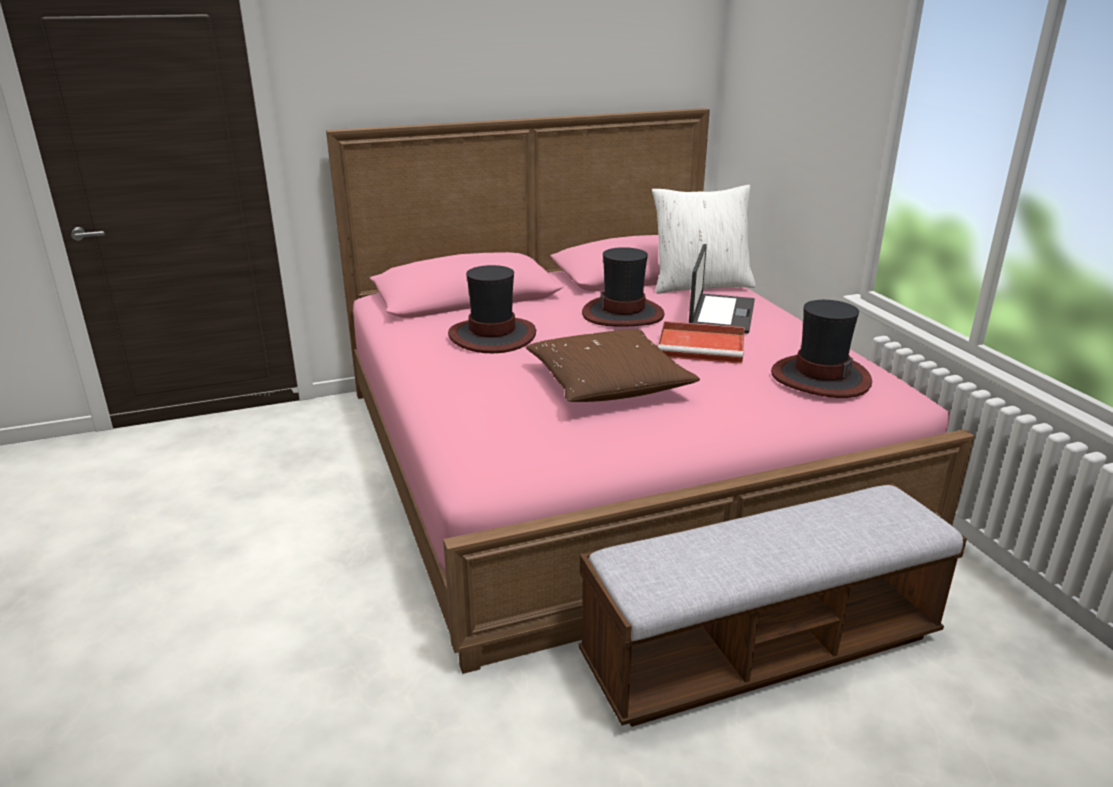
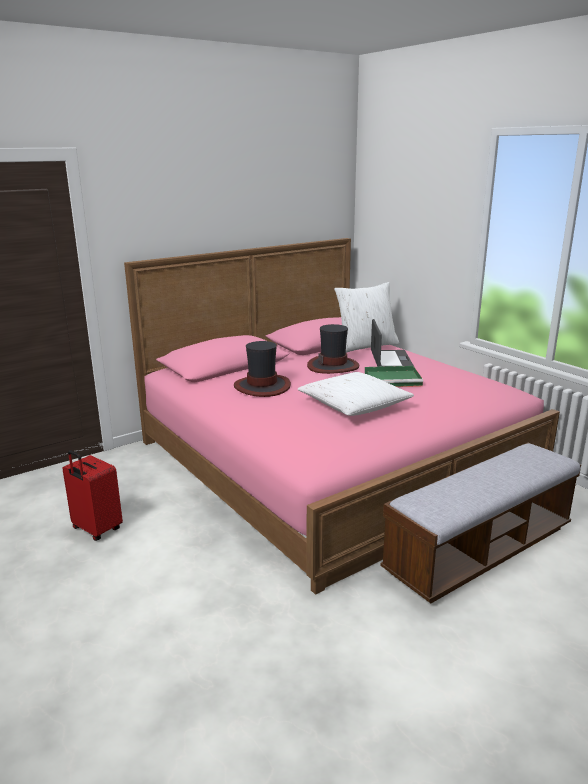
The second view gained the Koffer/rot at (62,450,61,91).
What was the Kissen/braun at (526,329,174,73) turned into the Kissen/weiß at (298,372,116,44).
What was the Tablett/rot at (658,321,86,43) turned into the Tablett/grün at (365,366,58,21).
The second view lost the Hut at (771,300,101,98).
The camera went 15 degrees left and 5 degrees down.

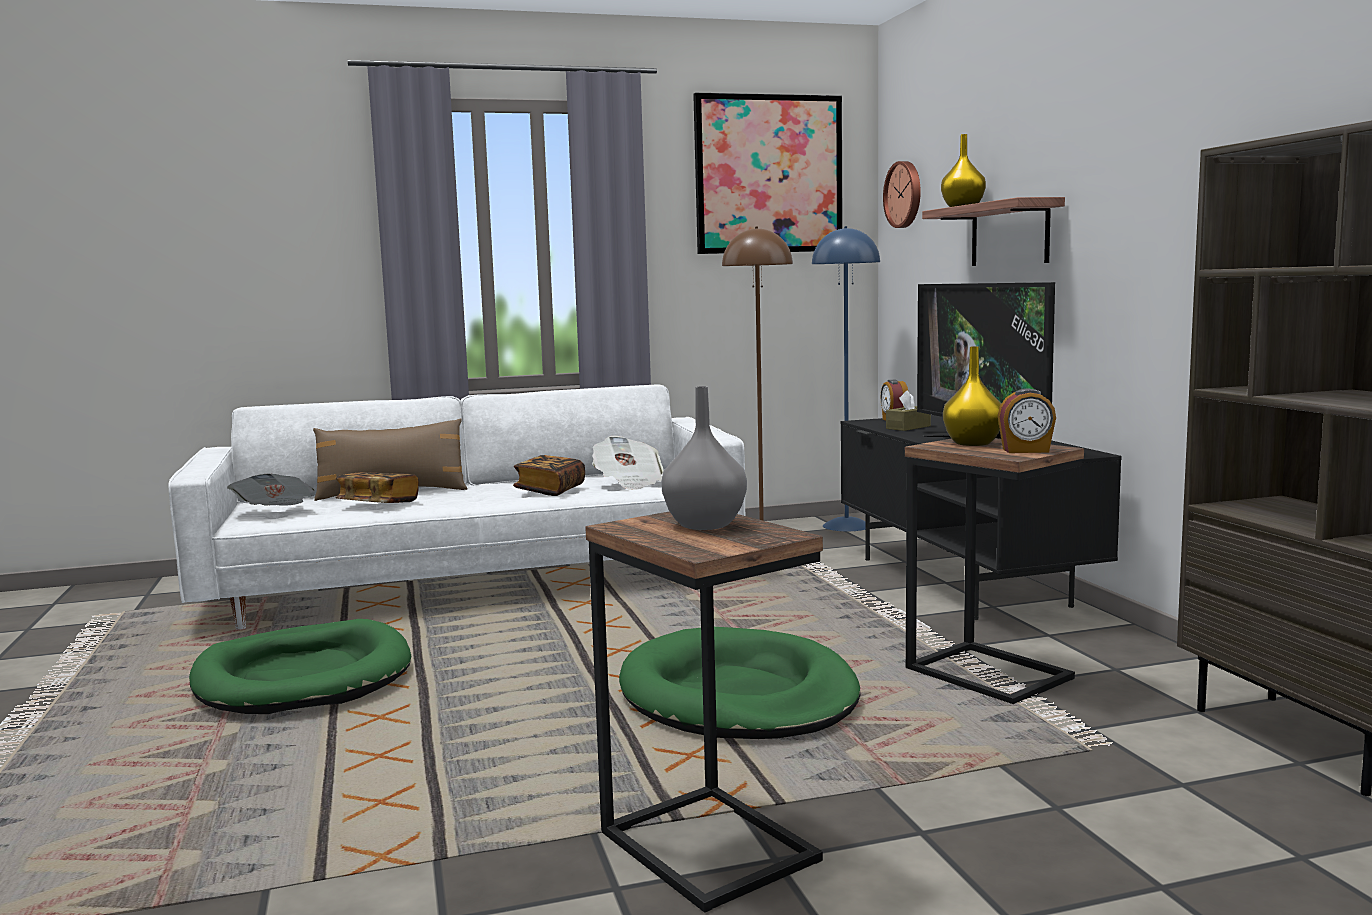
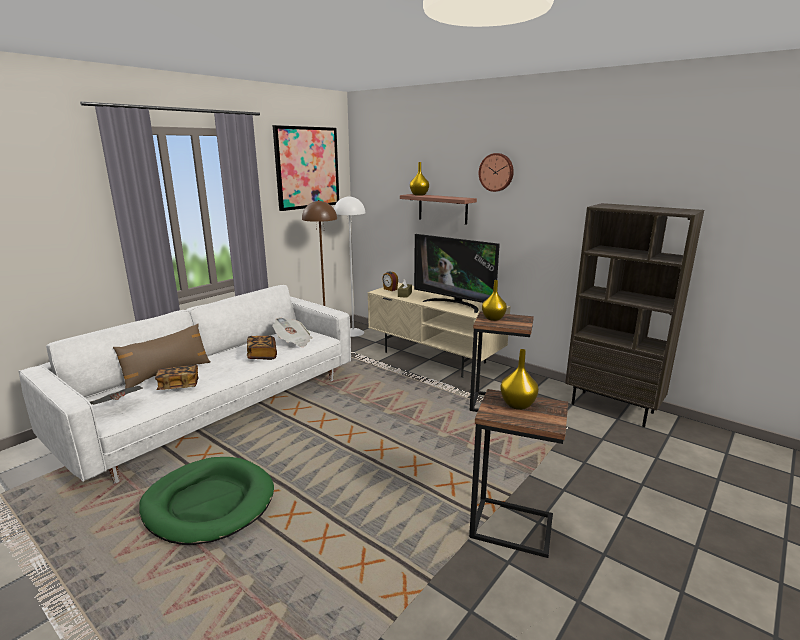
What was the Stehlampe/blau at (812,226,68,305) turned into the Stehlampe/weiß at (334,196,31,141).
What was the Fernsehschrank/schwarz at (841,415,281,205) turned into the Fernsehschrank/beige at (368,283,143,95).
The Wanduhr ended up elsewhere, having gone from (883,161,38,67) to (479,153,35,39).
What was the Vase/grau at (661,386,86,144) turned into the Vase/gelb at (500,349,39,61).
The second view lost the Hundebett/grün at (619,627,241,112).
The second view lost the Wecker at (998,388,58,65).
The camera went 35 degrees left and 10 degrees up.

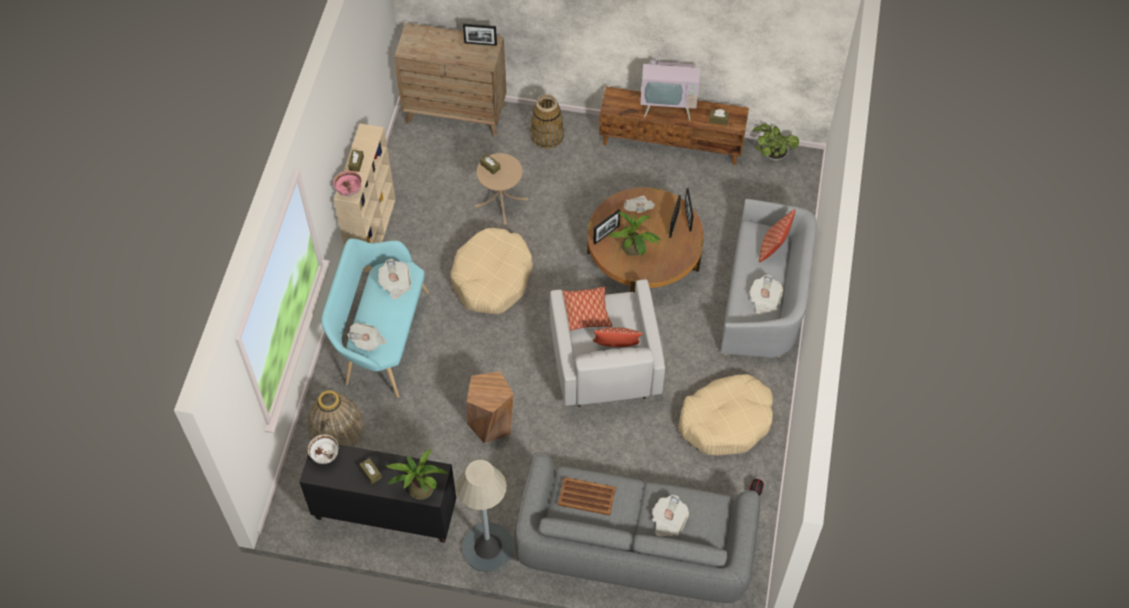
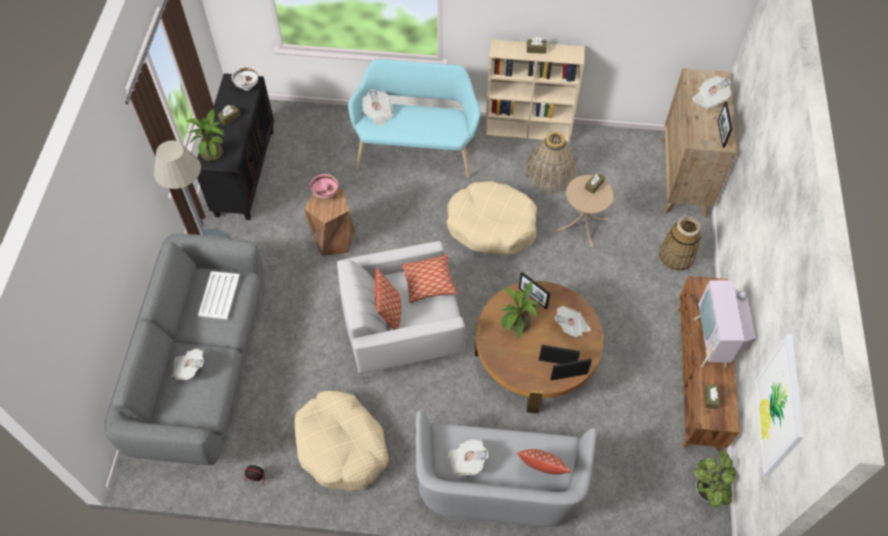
What was the Tablett/braun at (558,477,58,39) turned into the Tablett/weiß at (198,271,42,49).
The Schüssel/rosa ended up elsewhere, having gone from (334,171,28,25) to (310,174,28,25).
The Korb ended up elsewhere, having gone from (308,390,57,57) to (525,132,51,62).
The Zeitung ended up elsewhere, having gone from (378,259,33,40) to (692,76,39,34).
The second view gained the Bild at (755,334,49,142).
The camera went 85 degrees right and 0 degrees up.

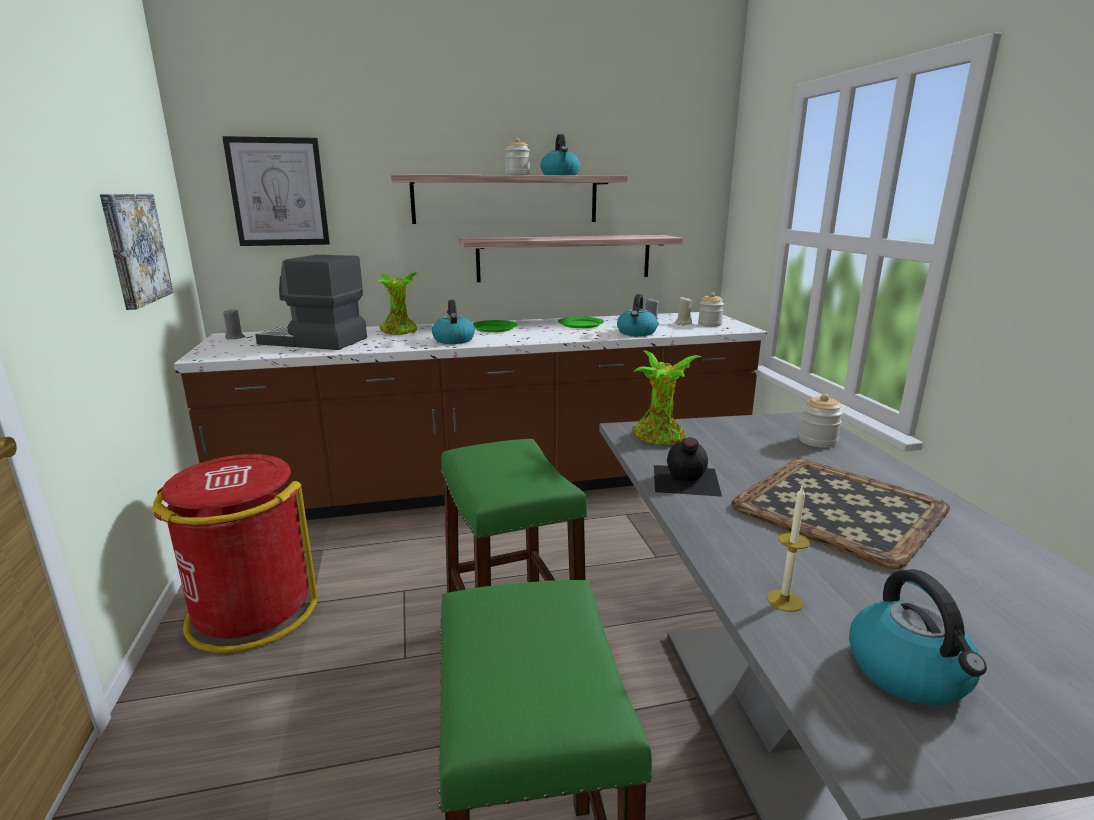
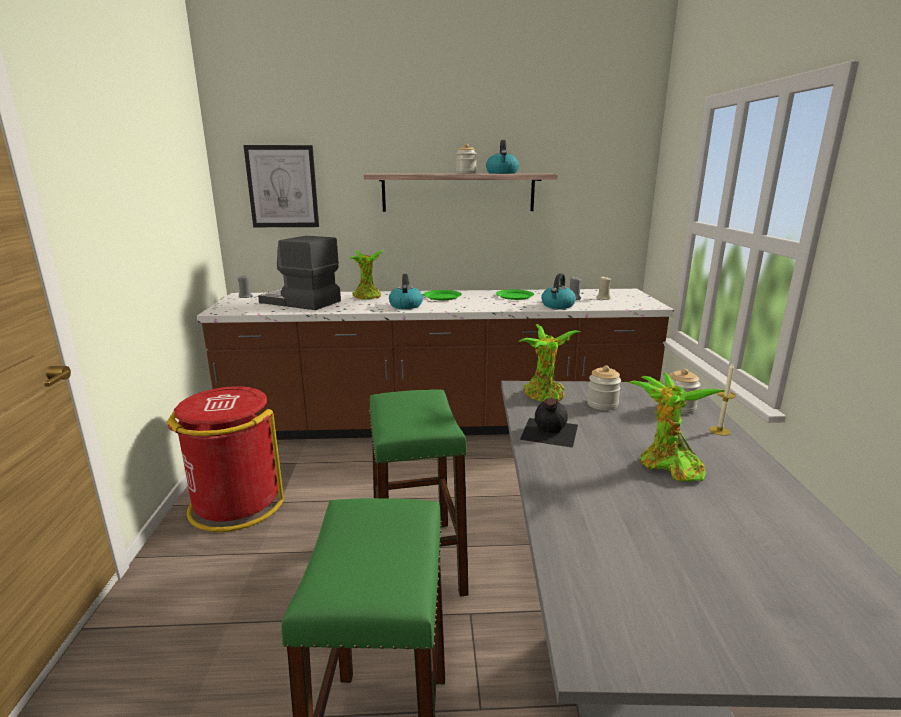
The Vorratsglas ended up elsewhere, having gone from (698,293,26,34) to (587,365,34,45).
Where the Tablett stood at (731,459,219,110), the Topfpflanze came to stand at (628,373,98,108).
The Kerze ended up elsewhere, having gone from (767,485,43,127) to (709,362,27,74).
The second view lost the Bild at (100,194,73,116).
The second view lost the Wandregal at (459,235,224,47).
The second view lost the Wasserkessel at (849,569,138,136).
The camera went 10 degrees right and 0 degrees up.

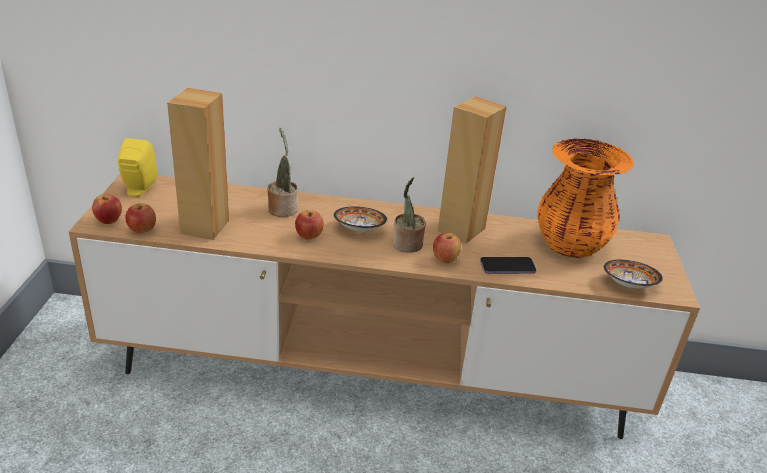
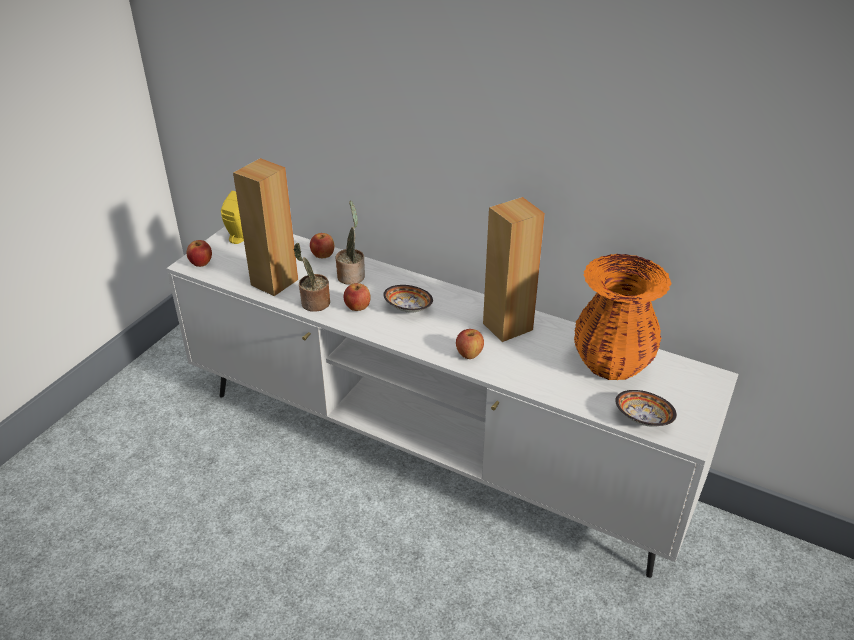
What was the Fernsehschrank/braun at (69,175,631,264) turned into the Fernsehschrank/weiß at (166,227,572,351).
The Topfpflanze ended up elsewhere, having gone from (393,177,33,76) to (294,242,36,70).
The Apfel ended up elsewhere, having gone from (125,203,31,30) to (310,233,24,25).
The second view lost the Handy at (480,257,56,17).
The camera went 25 degrees right and 5 degrees up.

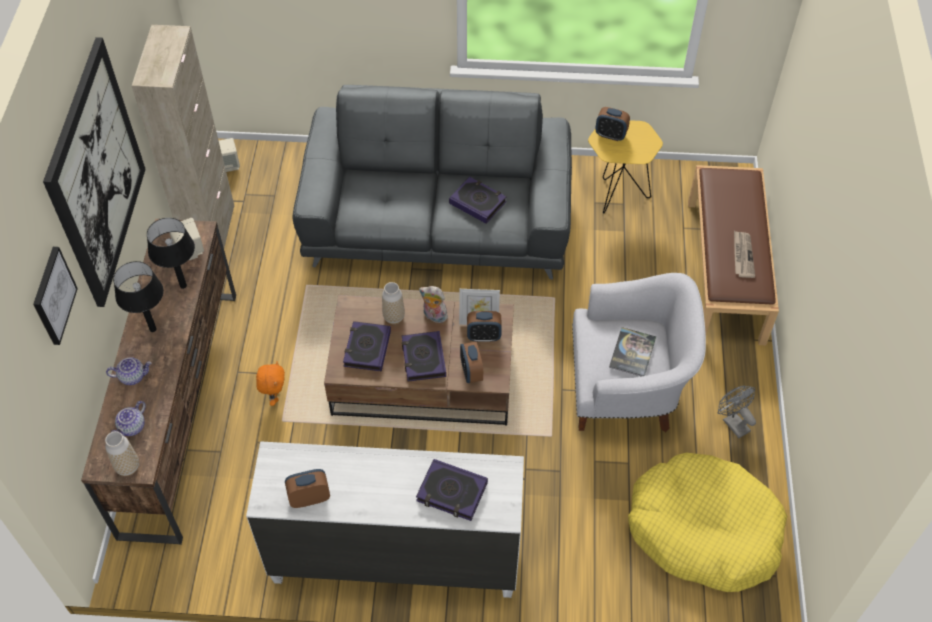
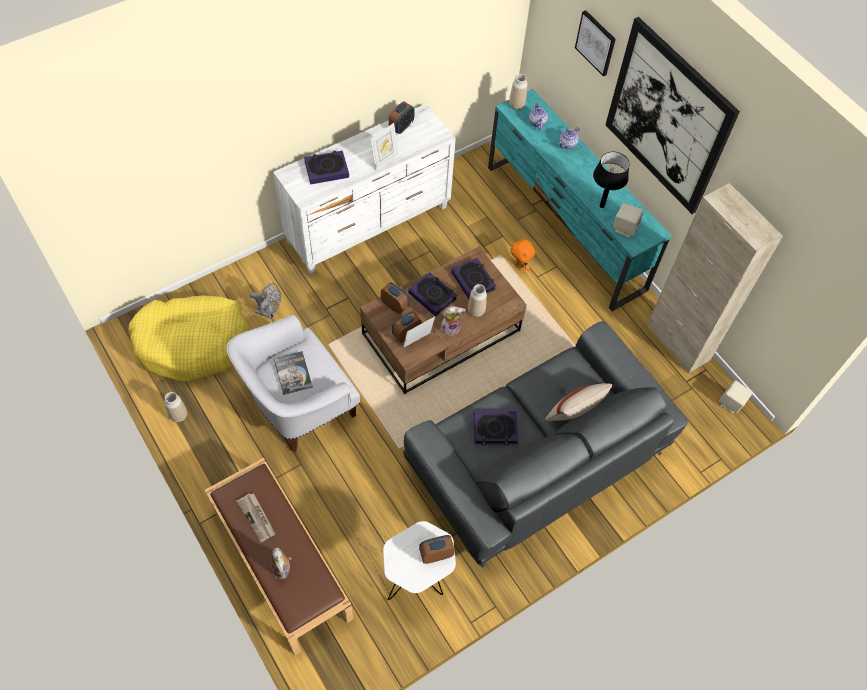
The second view gained the Vase at (164,392,23,30).
The Ventilator/grau ended up elsewhere, having gone from (718,386,38,52) to (250,283,31,36).
The second view gained the Plüschtier at (271,548,20,31).
The second view gained the Bilderrahmen at (370,123,29,47).
What was the Beistelltisch/gelb at (588,120,75,94) turned into the Beistelltisch/weiß at (383,521,73,79).
What was the Fernsehschrank/braun at (81,219,155,326) turned into the Fernsehschrank/türkis at (488,89,183,223).
The second view gained the Kissen/beige at (545,383,67,38).
The second view lost the Tischlampe/schwarz at (113,261,51,71).
The camera went 140 degrees right and 5 degrees up.

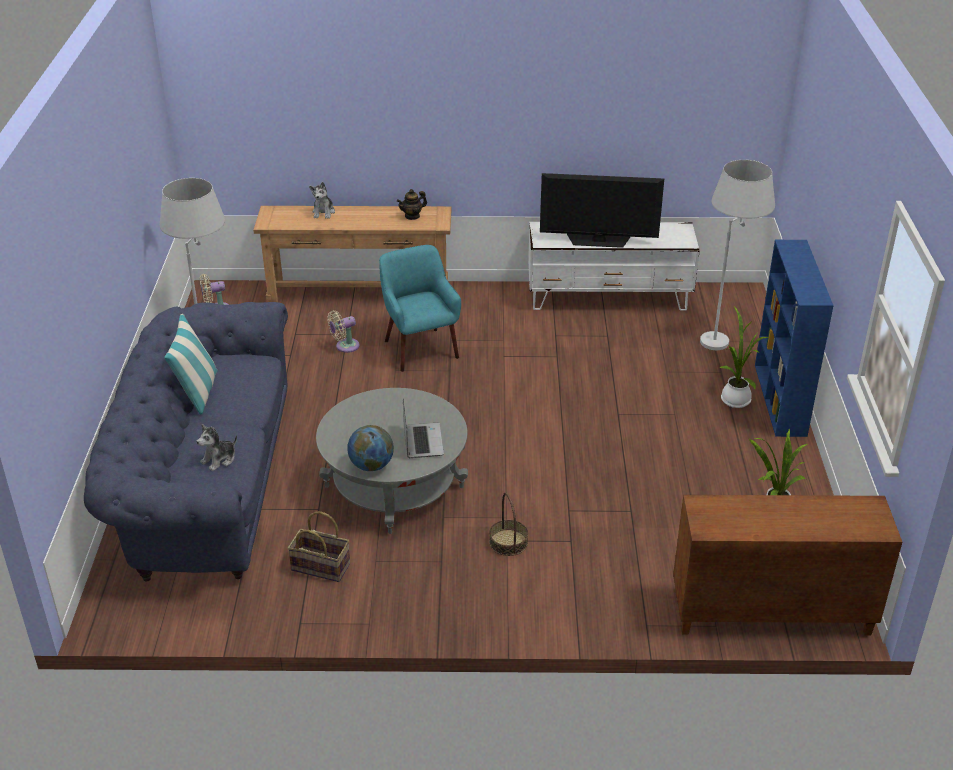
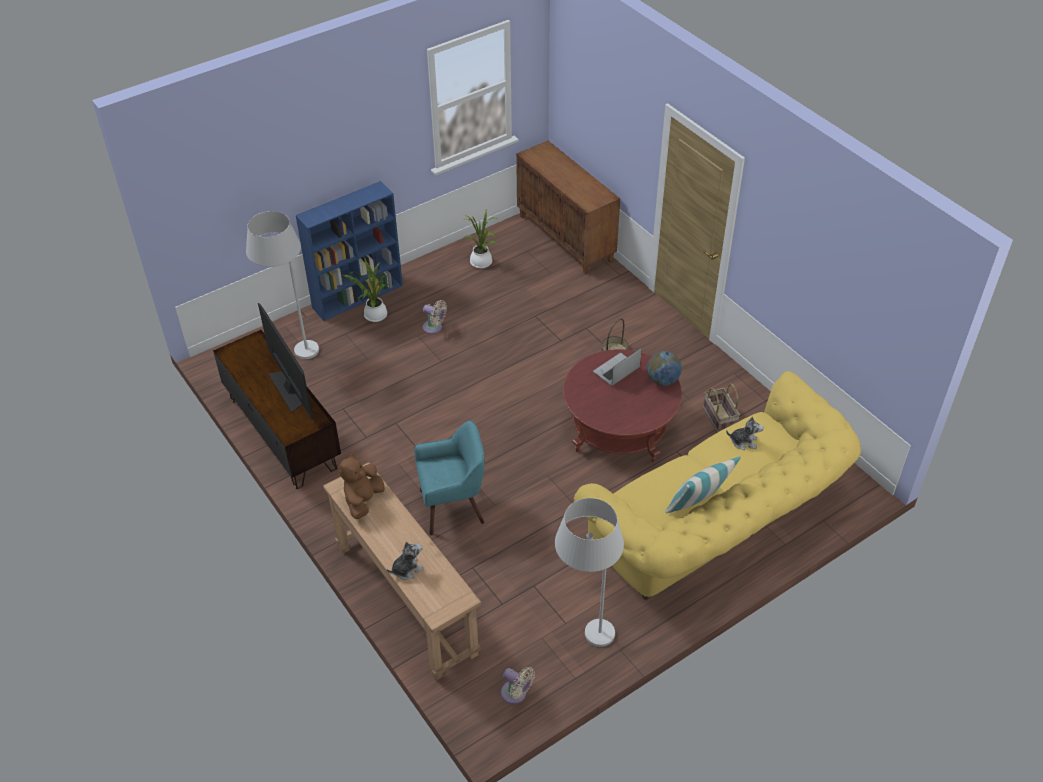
What was the Fernsehschrank/weiß at (528,222,172,89) turned into the Fernsehschrank/braun at (213,330,128,159).
Where the Teekanne stood at (397,189,30,31), the Plüschtier/braun came to stand at (338,453,47,66).
The Sessel/türkis at (379,245,82,127) ended up facing another way, 135 degrees counterclockwise from before.
The Ventilator/beige ended up elsewhere, having gone from (327,311,33,42) to (423,300,24,34).
What was the Couchtisch/grau at (316,388,152,146) turned into the Couchtisch/rot at (563,349,119,114).
What was the Sofa/blau at (84,302,204,279) turned into the Sofa/gelb at (574,371,287,229).
The camera went 125 degrees left and 10 degrees up.

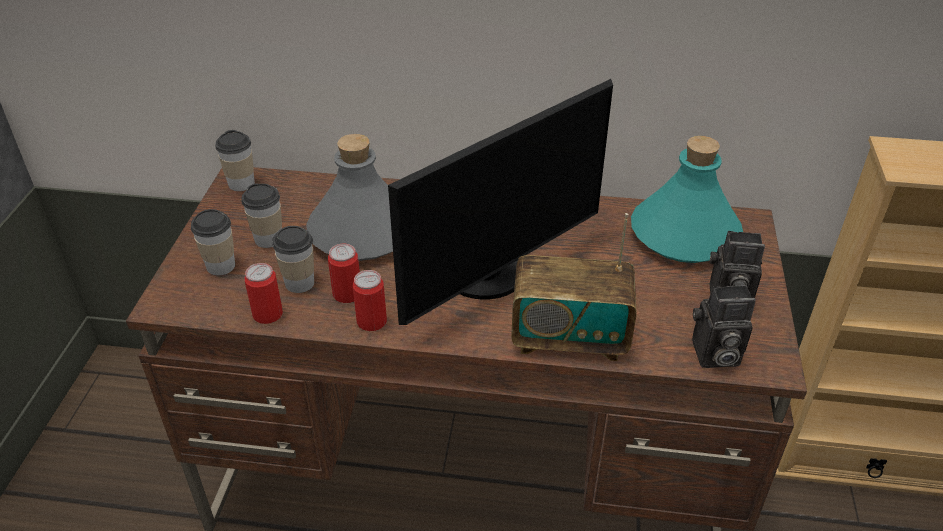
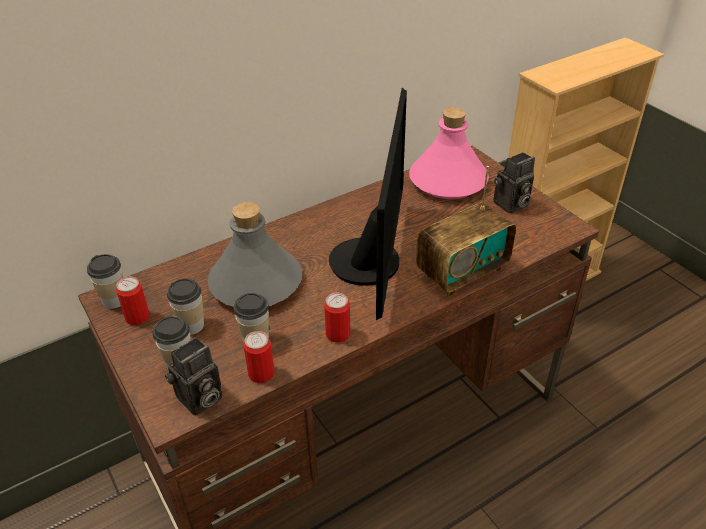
The Dose ended up elsewhere, having gone from (328,244,32,59) to (116,277,34,48).
The Kamera ended up elsewhere, having gone from (692,285,64,83) to (165,337,58,79).
What was the Flasche/türkis at (631,136,112,127) turned into the Flasche/rosa at (409,107,80,92).
The camera went 40 degrees left and 0 degrees up.

